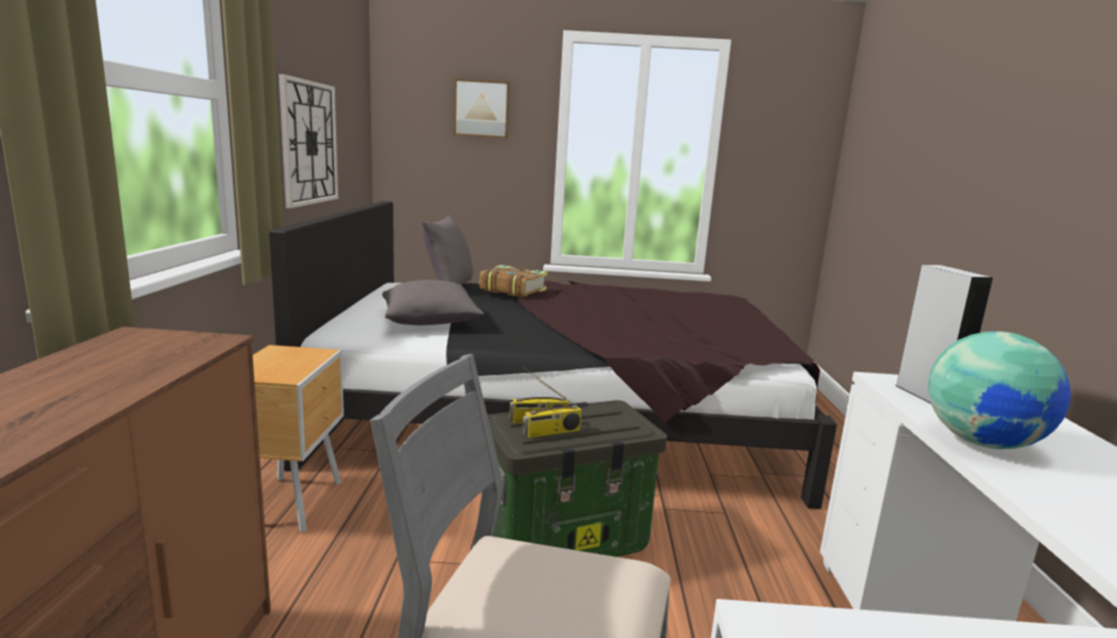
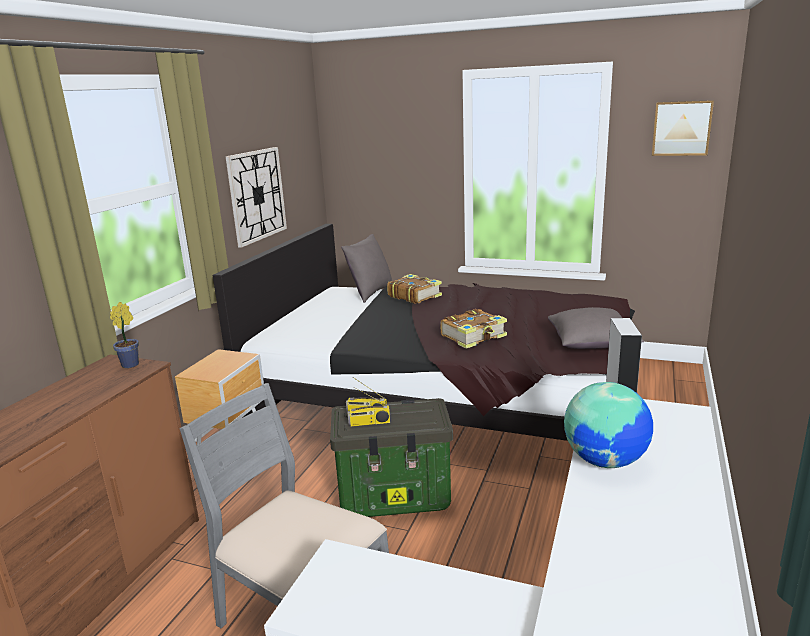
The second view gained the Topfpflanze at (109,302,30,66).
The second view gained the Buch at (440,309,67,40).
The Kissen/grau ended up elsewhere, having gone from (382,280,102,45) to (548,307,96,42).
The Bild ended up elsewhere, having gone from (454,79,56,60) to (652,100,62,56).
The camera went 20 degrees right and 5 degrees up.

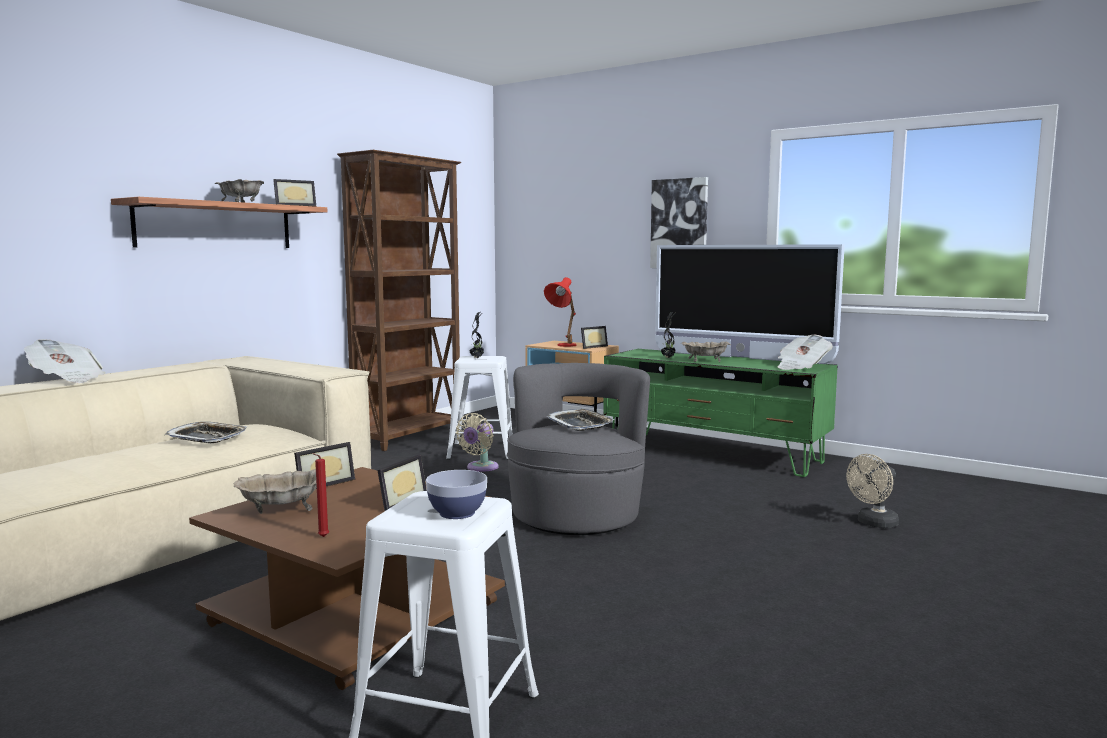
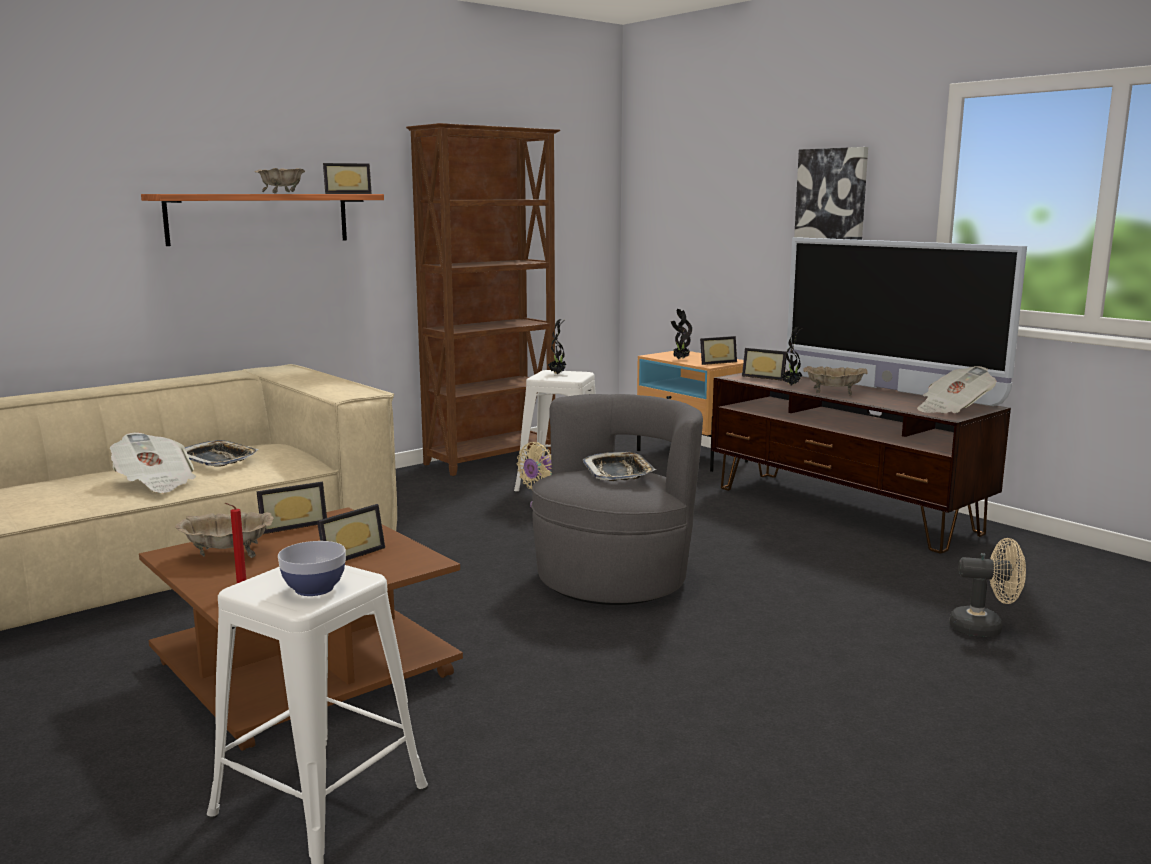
The Zeitung ended up elsewhere, having gone from (24,339,81,44) to (110,433,86,60).
Where the Tischlampe/rot stood at (544,277,32,70), the Topfpflanze came to stand at (671,309,21,50).
What was the Fernsehschrank/grün at (603,349,235,128) turned into the Fernsehschrank/braun at (711,370,300,184).
The second view gained the Bilderrahmen at (742,348,45,33).
The Ventilator/beige at (847,454,52,74) ended up facing another way, 150 degrees counterclockwise from before.
The camera went 15 degrees right and 5 degrees up.

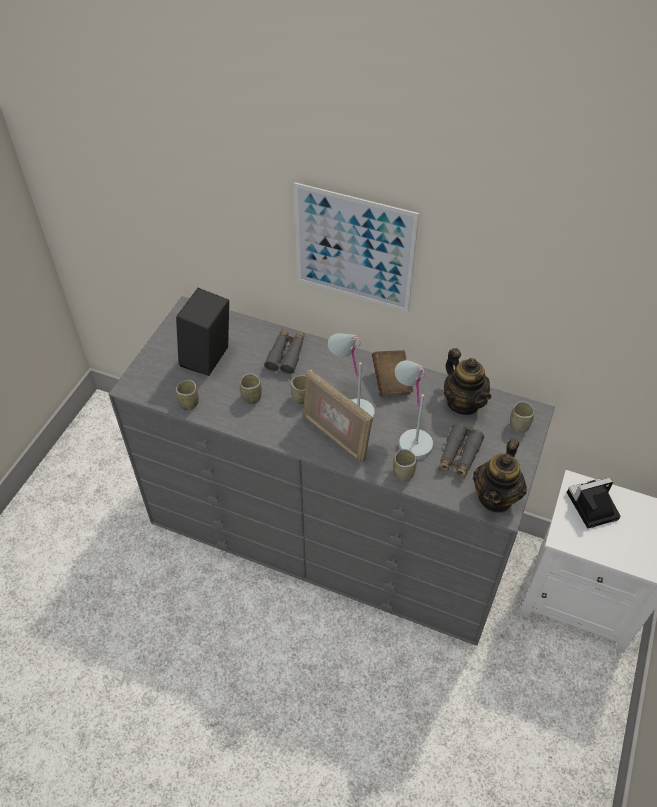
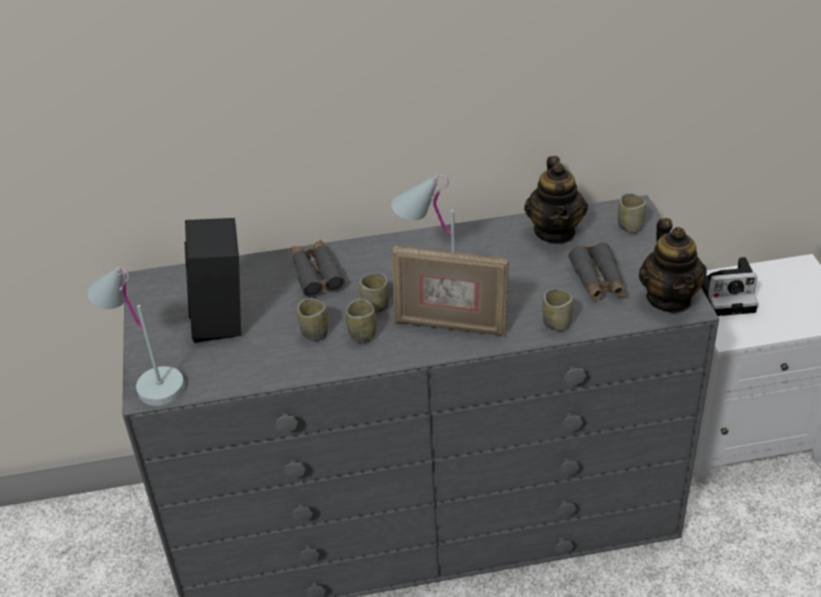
The Tischlampe/weiß ended up elsewhere, having gone from (395,360,38,100) to (88,267,97,139).
The Tasse ended up elsewhere, having gone from (176,380,23,31) to (346,299,31,45).
The Teekanne at (444,348,47,67) ended up facing another way, 60 degrees clockwise from before.
The Kamera at (567,478,54,50) ended up facing another way, 135 degrees counterclockwise from before.
The second view lost the Bild at (294,182,125,130).
The second view lost the Buch/braun at (372,350,41,47).
The camera went 30 degrees left and 10 degrees down.

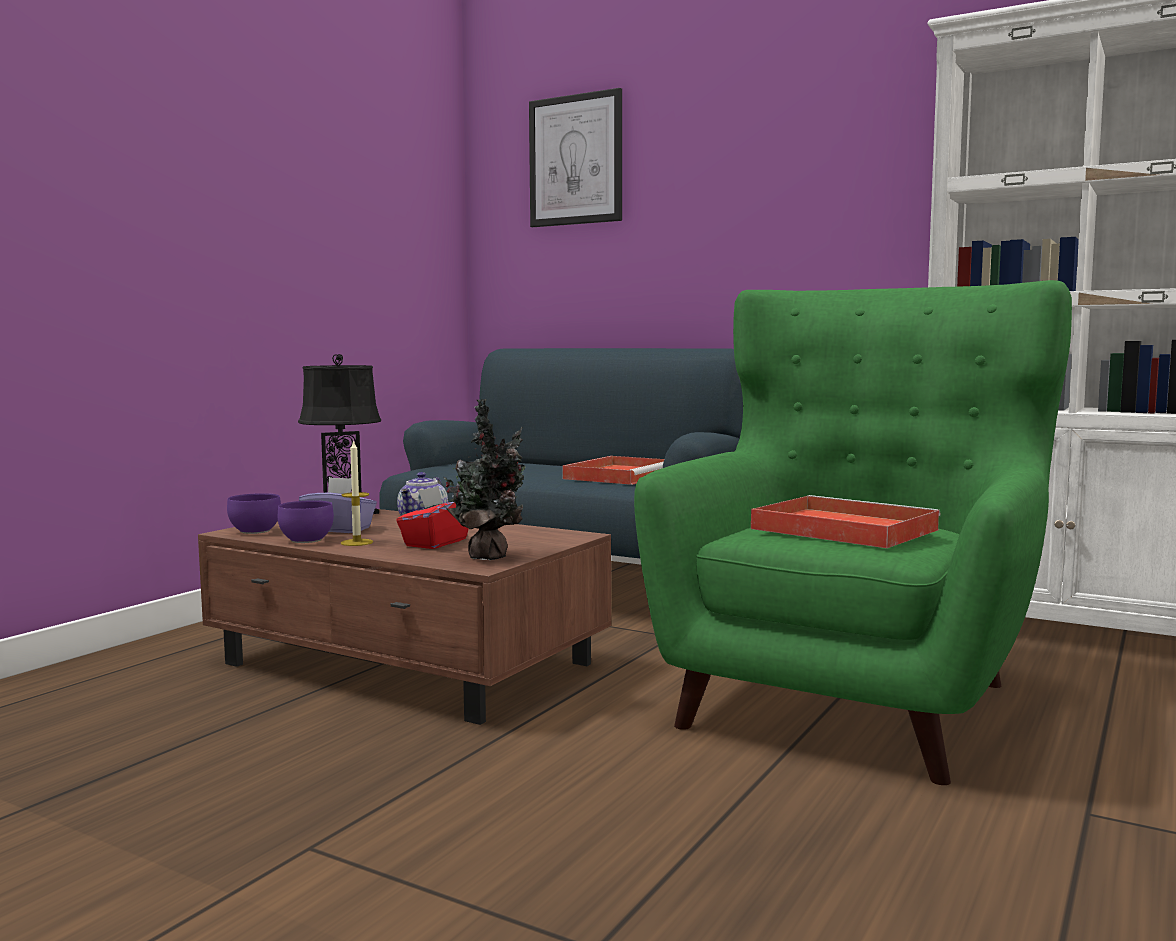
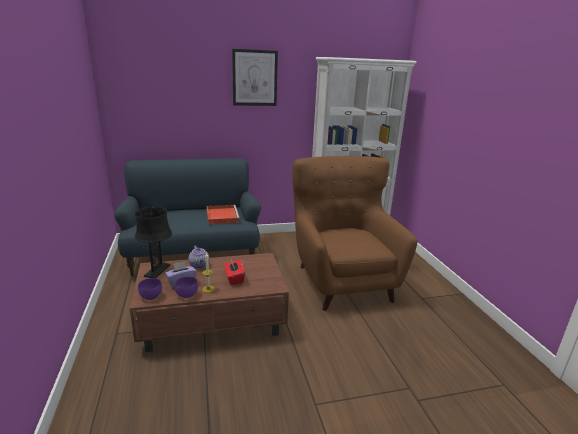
The Bild ended up elsewhere, having gone from (529,88,93,139) to (232,49,46,57).
What was the Sessel/grün at (634,280,438,505) turned into the Sessel/braun at (292,156,125,155).
The second view lost the Topfpflanze at (443,399,83,161).
The second view lost the Tablett/rot at (751,495,190,53).
The camera went 45 degrees left and 15 degrees up.

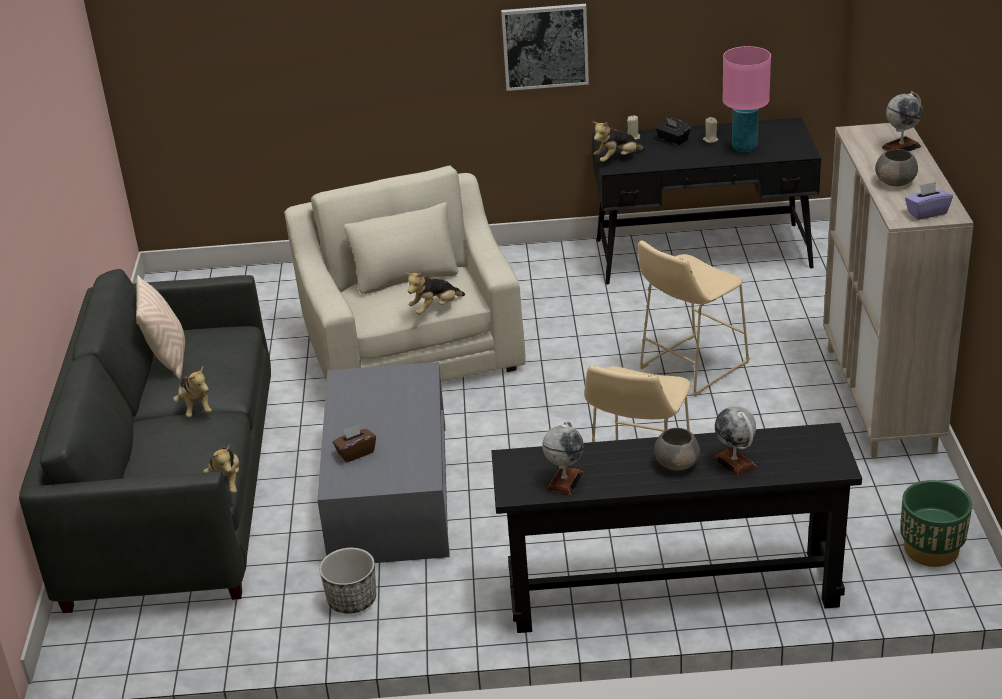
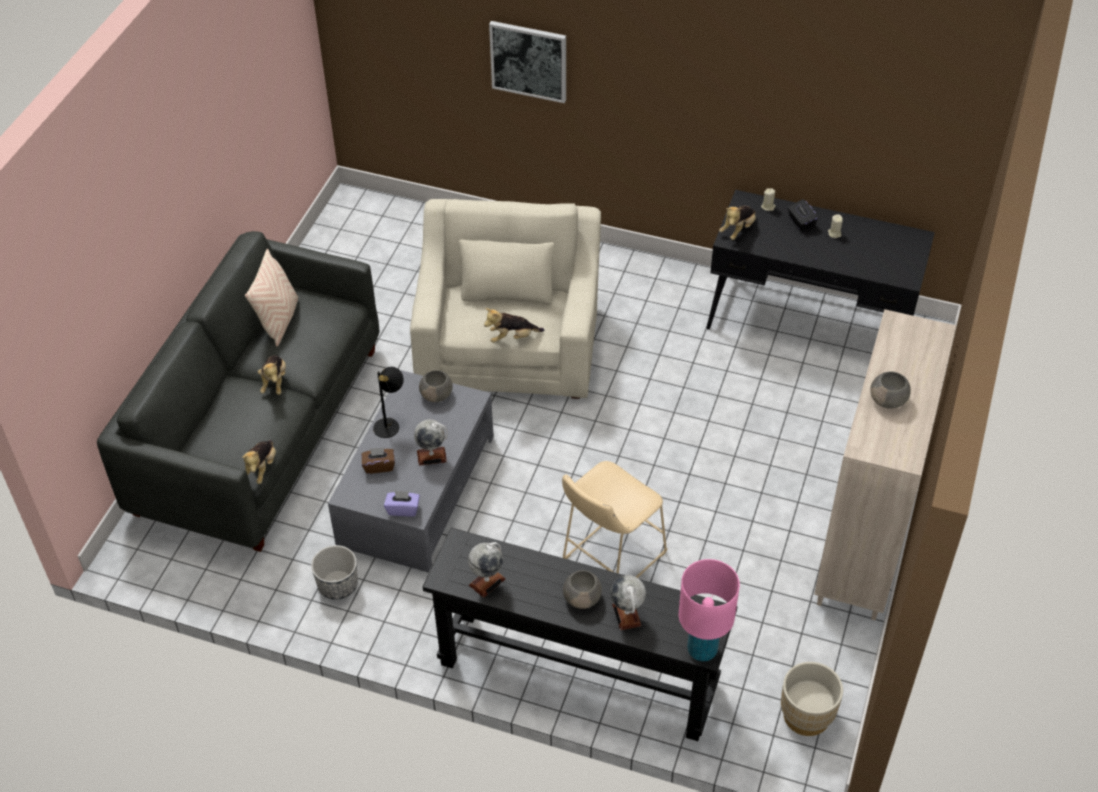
The second view gained the Tischlampe/schwarz at (373,367,31,71).
The Taschentuchbox/lila ended up elsewhere, having gone from (905,182,48,38) to (384,490,36,27).
The Globus ended up elsewhere, having gone from (882,91,41,60) to (414,419,34,47).
The second view gained the Schüssel/grau at (419,370,34,32).
The Bild ended up elsewhere, having gone from (501,4,88,87) to (489,21,77,82).
The Tischlampe/rosa ended up elsewhere, having gone from (723,46,48,106) to (679,559,61,102).
The Plüschtier at (593,122,52,40) ended up facing another way, 45 degrees counterclockwise from before.
What was the Pflanzkübel/grün at (900,480,72,87) turned into the Pflanzkübel/beige at (781,662,62,74).
The second view lost the Hocker/beige at (638,240,112,157).
The camera went 20 degrees right and 15 degrees up.

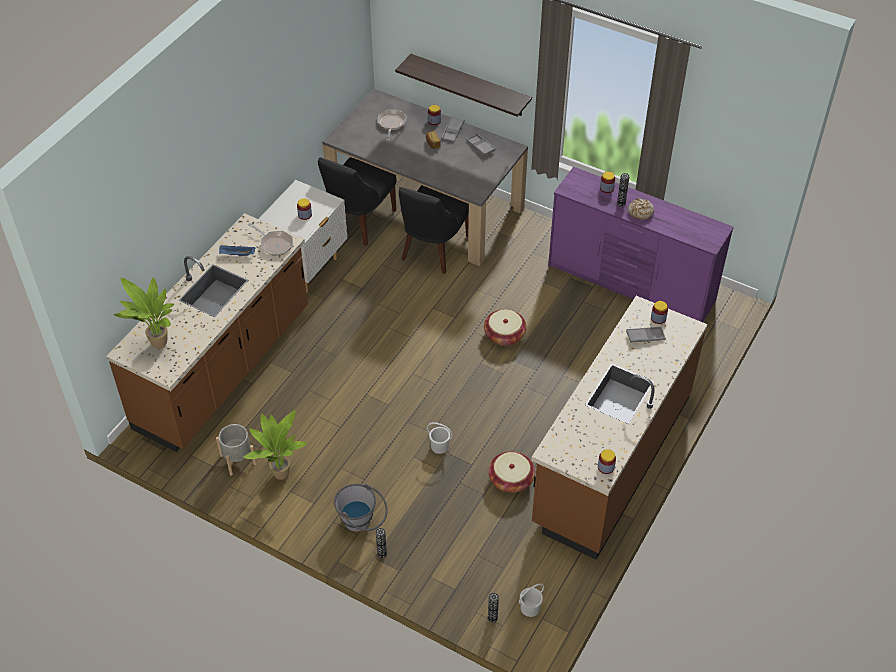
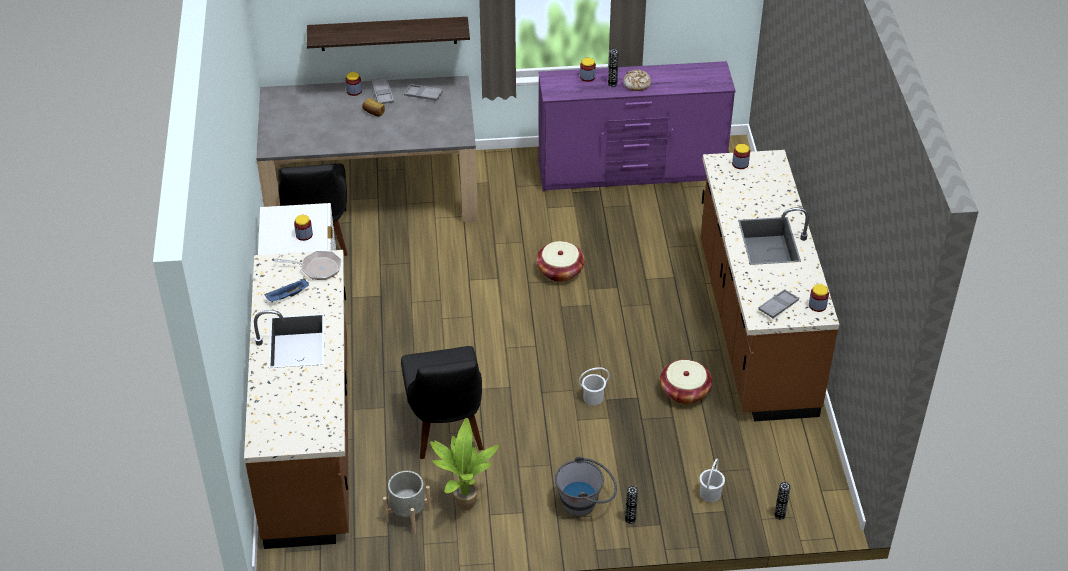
The Stuhl/schwarz ended up elsewhere, having gone from (399,185,70,89) to (401,346,82,113).
The Eimer/weiß ended up elsewhere, having gone from (519,584,25,33) to (699,459,26,43).
The Tablett/grau ended up elsewhere, having gone from (626,327,40,16) to (758,289,41,29).
The second view lost the Topfpflanze at (114,277,60,72).
The second view lost the Pfanne at (377,109,30,32).
The camera went 35 degrees left and 5 degrees down.

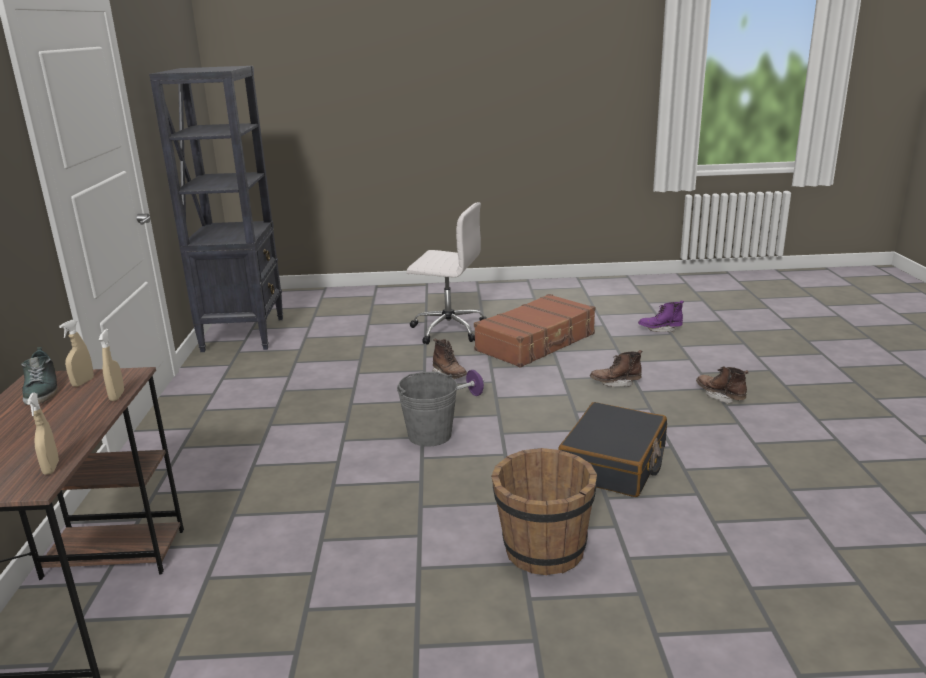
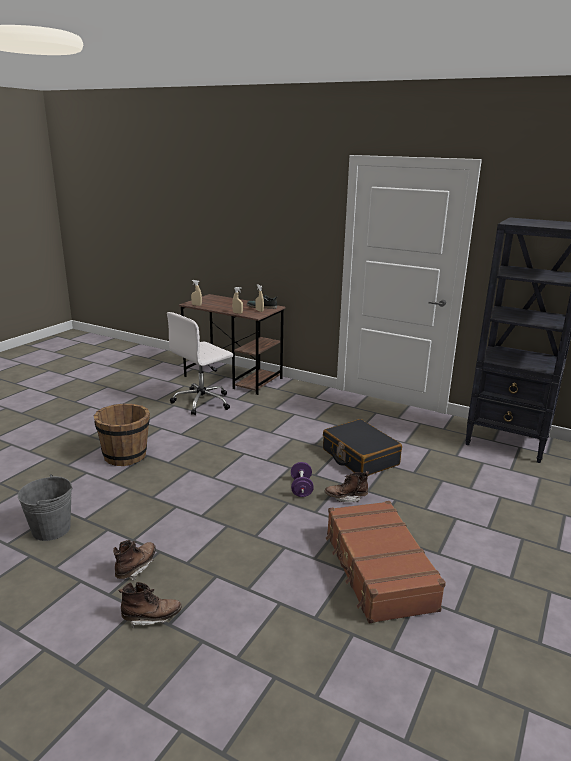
The Eimer/grau ended up elsewhere, having gone from (397,372,61,75) to (18,474,55,67).
The Stiefel/braun ended up elsewhere, having gone from (590,350,53,37) to (113,540,43,41).
The Bürostuhl/weiß ended up elsewhere, having gone from (407,202,80,143) to (167,312,66,103).
The Koffer/schwarz ended up elsewhere, having gone from (558,402,109,95) to (323,419,79,57).
The second view lost the Stiefel/lila at (638,301,46,31).
The camera went 120 degrees right and 0 degrees up.

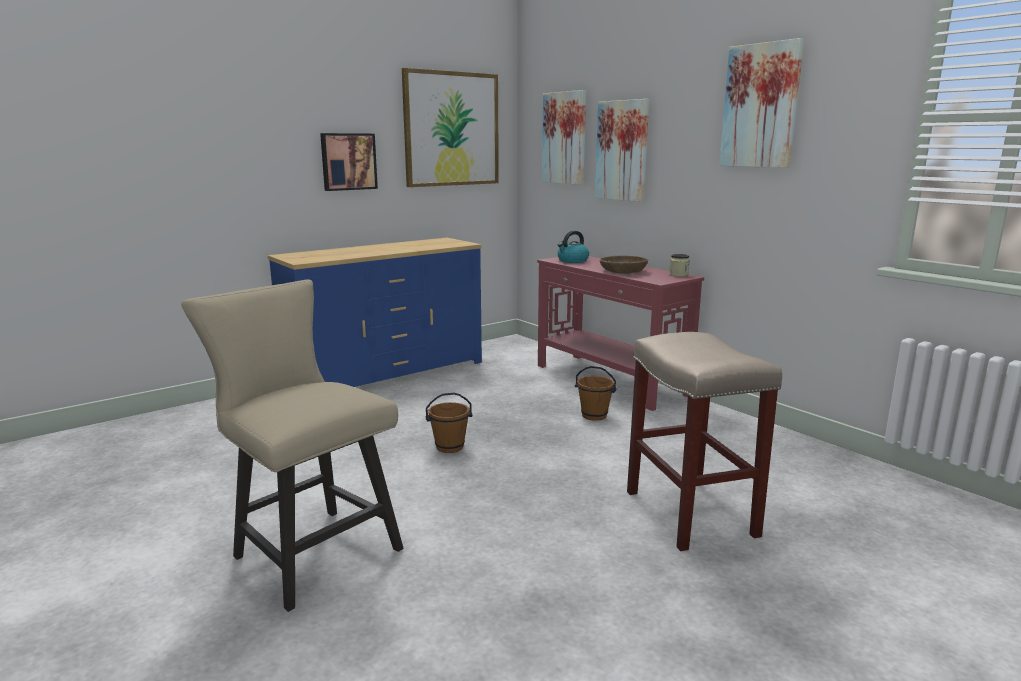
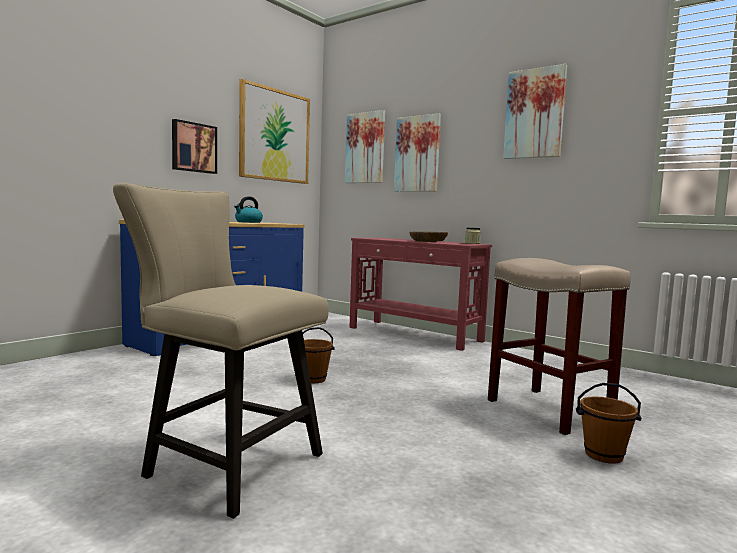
The Wasserkessel ended up elsewhere, having gone from (557,231,32,32) to (234,197,29,26).
The Eimer/braun ended up elsewhere, having gone from (575,366,42,55) to (576,383,66,81).
The camera went 15 degrees left and 10 degrees down.

